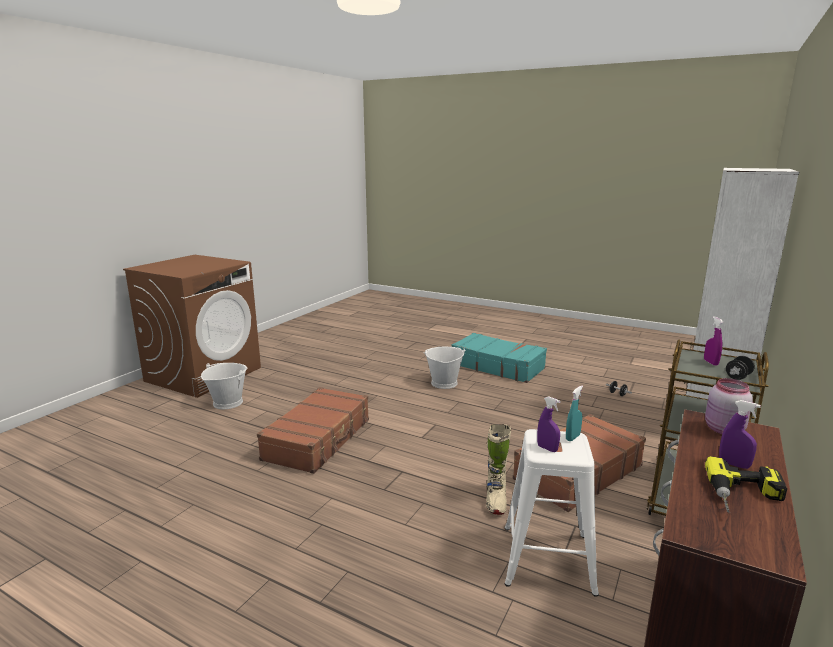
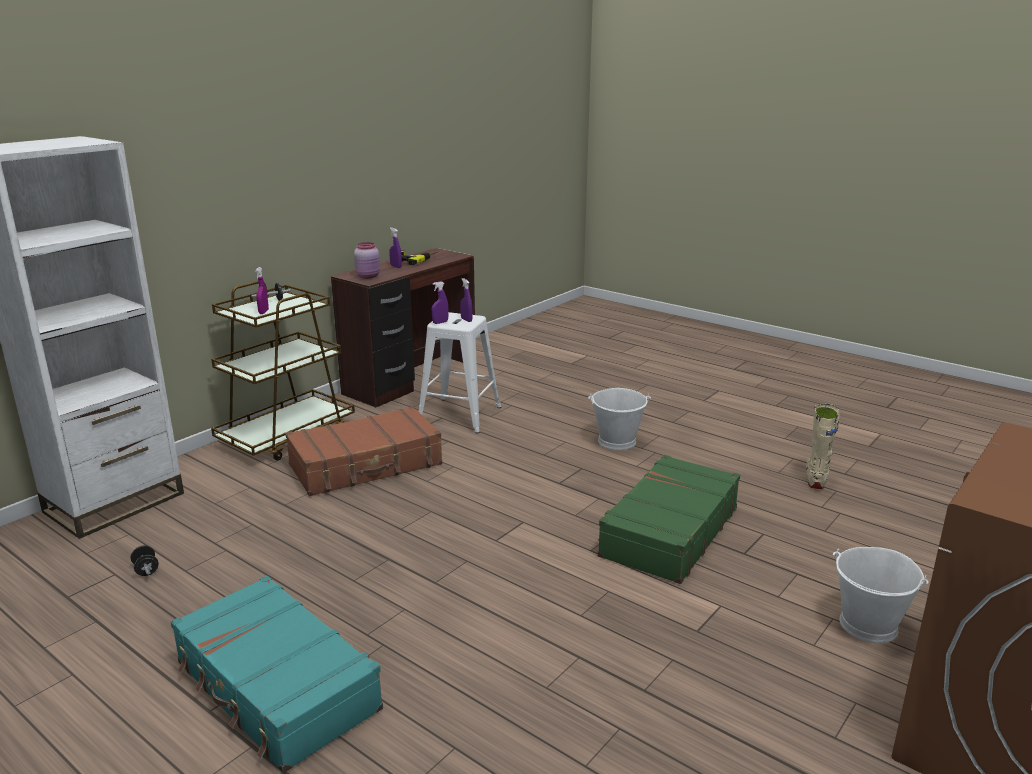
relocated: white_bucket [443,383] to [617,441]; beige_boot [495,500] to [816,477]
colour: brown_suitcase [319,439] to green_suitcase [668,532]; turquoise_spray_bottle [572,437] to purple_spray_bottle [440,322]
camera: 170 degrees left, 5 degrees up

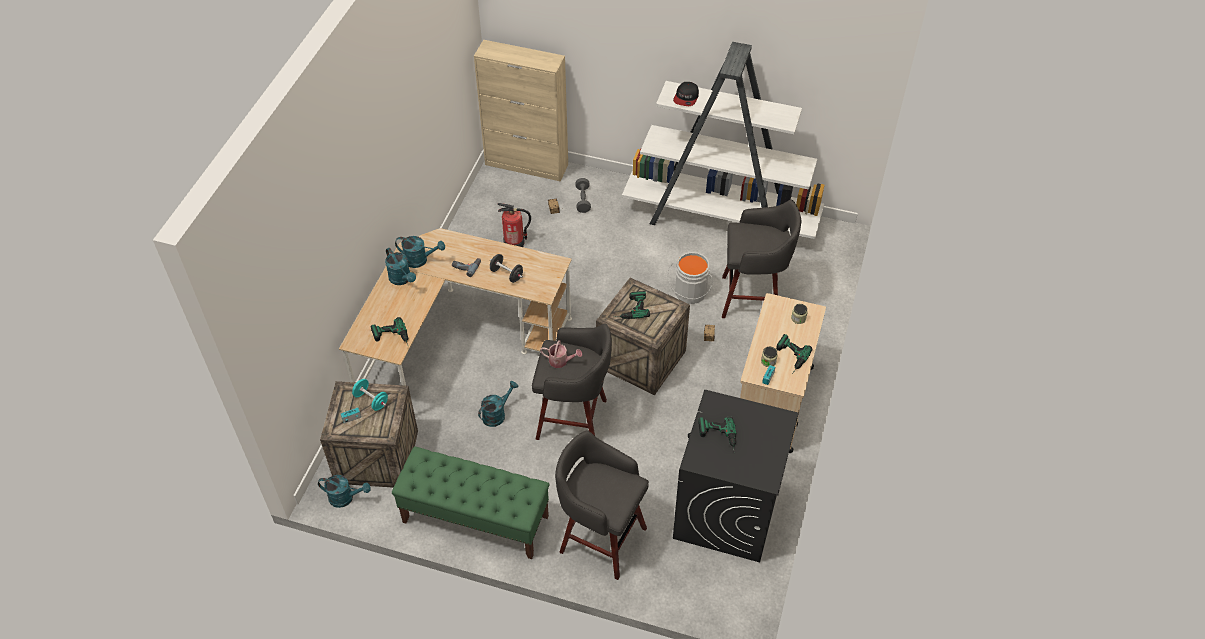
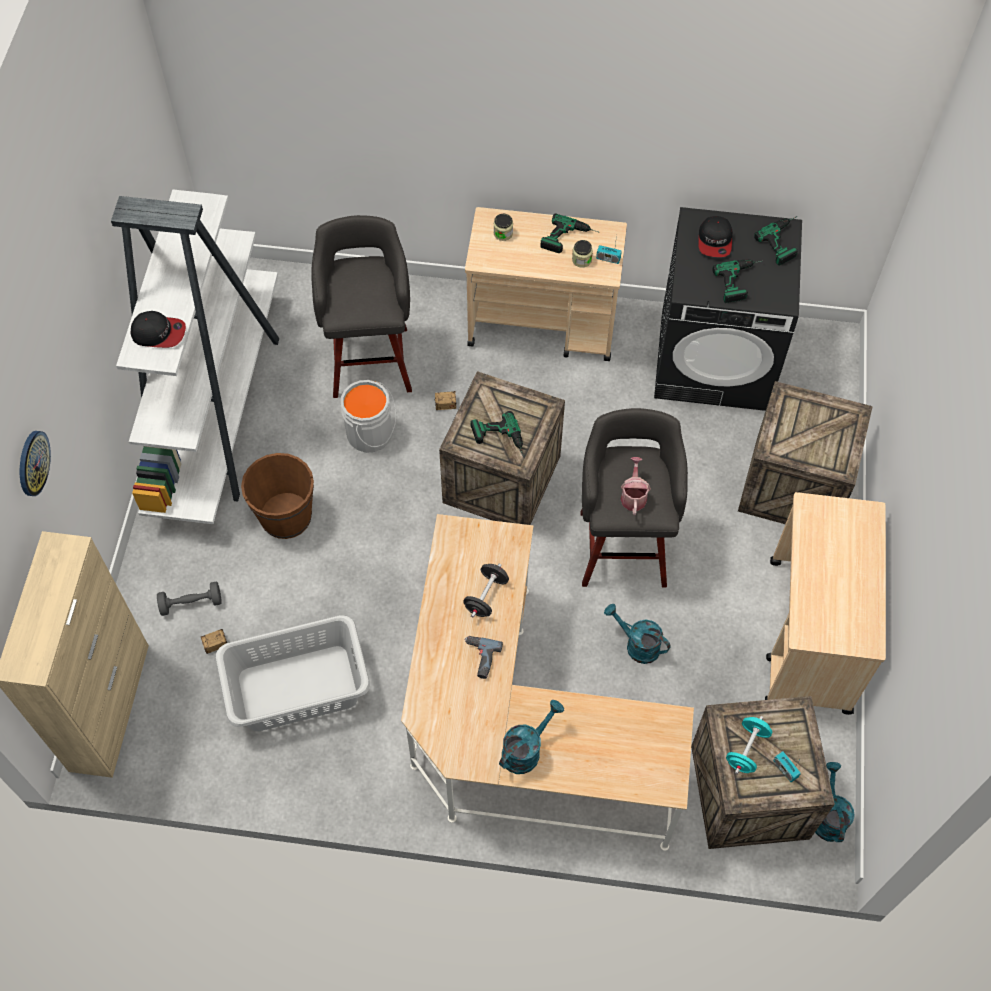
missing: turquoise_watering_can [420,260]
appeared: wall_clock [32,463]; brown_bucket [286,516]; cap [715,241]
relocated: power_drill [392,338] to [785,241]
exchanged: green_bench [475,519] to beige_cart [809,636]; fire_extinguisher [514,243] to grey_laundry_basket [299,689]; grey_stool [600,538] to crate [792,487]
camera: 100 degrees left, 10 degrees up

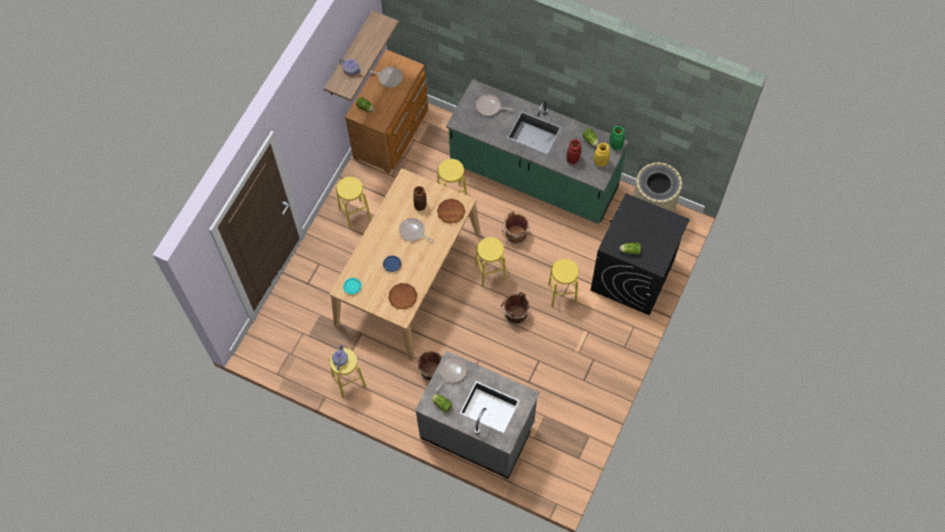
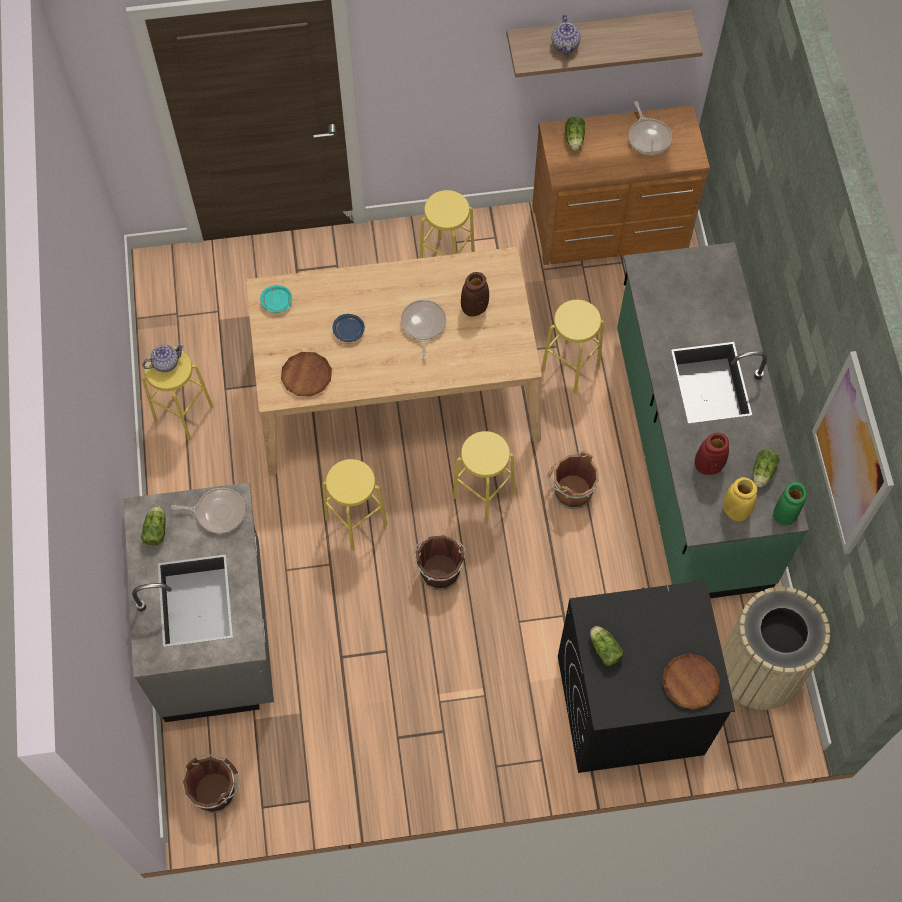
missing: frying_pan [489,107]
appeared: picture [852,455]
relocated: brown_bucket [431,370] to [216,790]; brown_plate [451,212] to [690,682]; yellow_stool [562,294] to [356,522]
camera: 55 degrees right, 0 degrees up

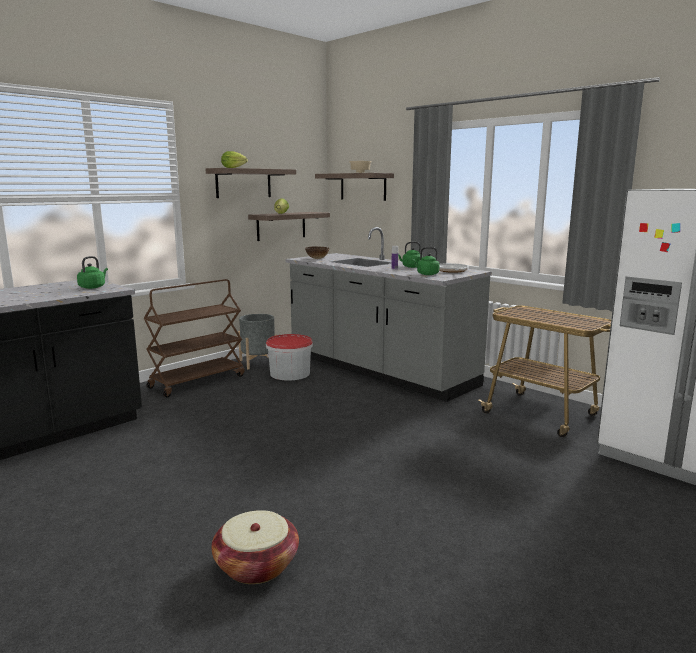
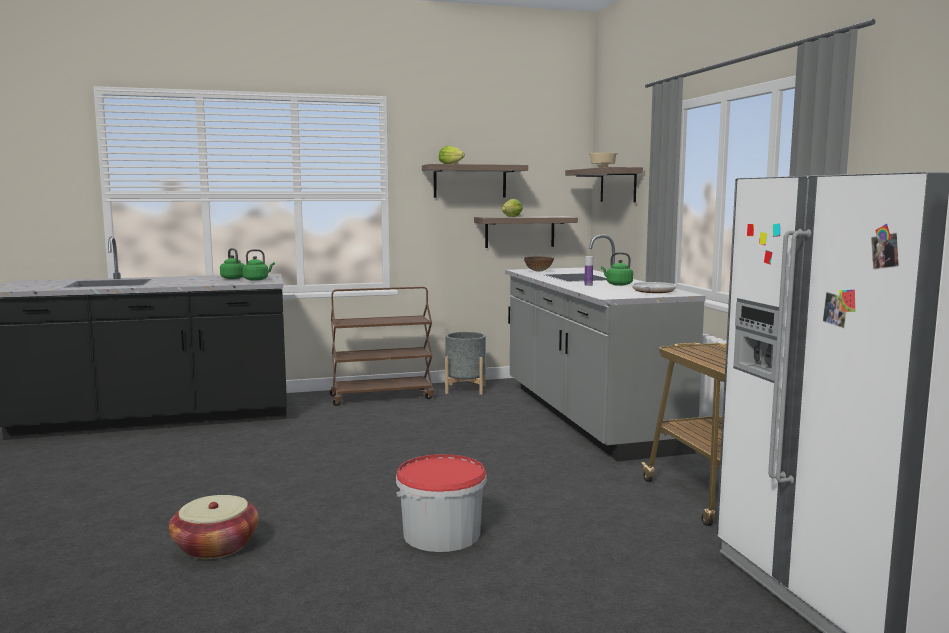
relocated: bucket [290,373] to [442,534]; green_kettle [426,274] to [232,278]
camera: 30 degrees right, 5 degrees down

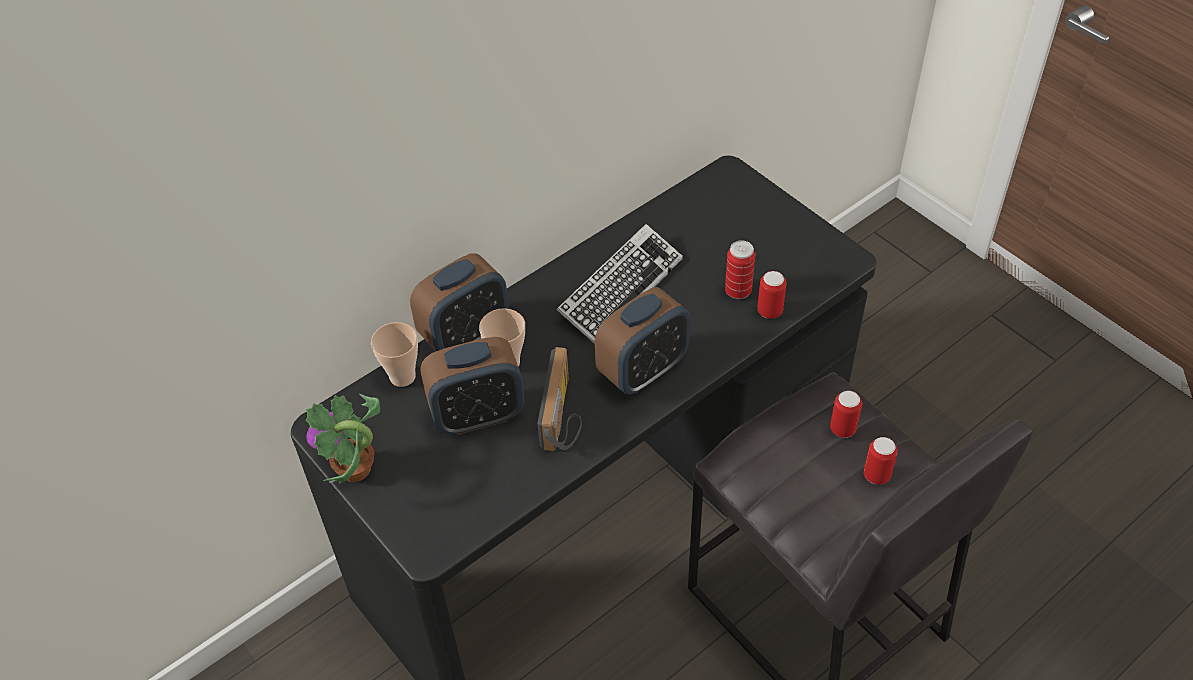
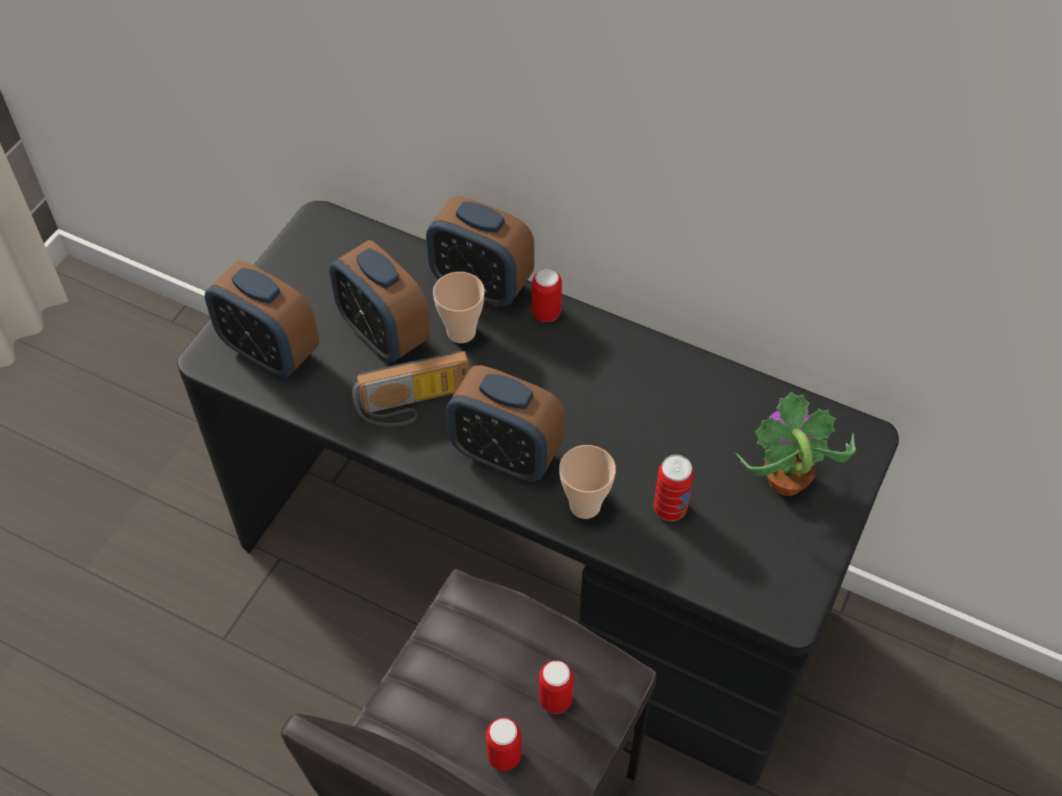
missing: keyboard [620,290]
appeared: alarm_clock [270,351]
relocated: potted_plant [355,470] to [785,481]; cup [402,376] to [585,505]; can [769,311] to [546,313]
camera: 65 degrees right, 5 degrees up

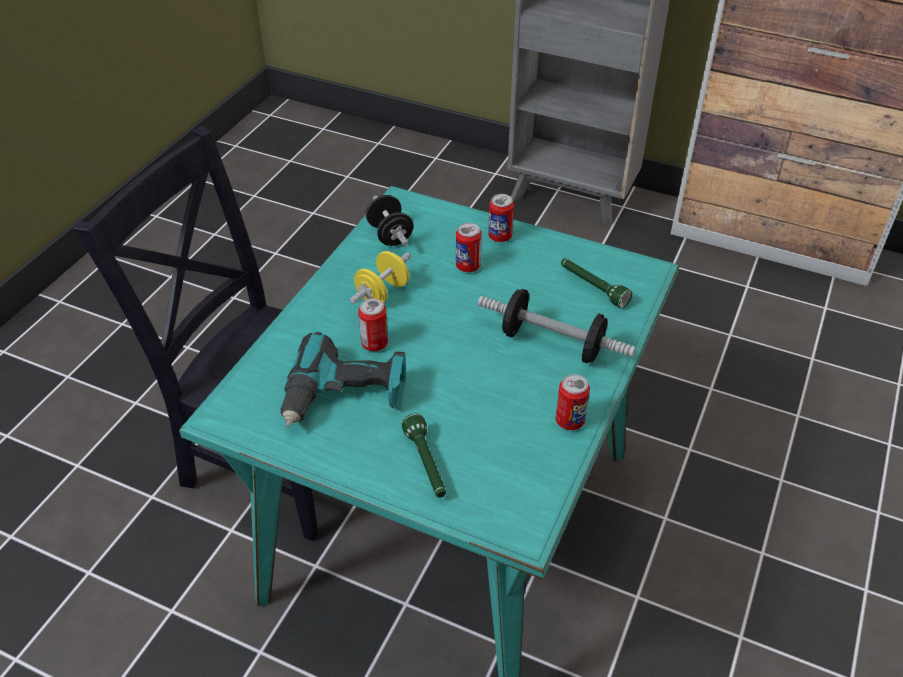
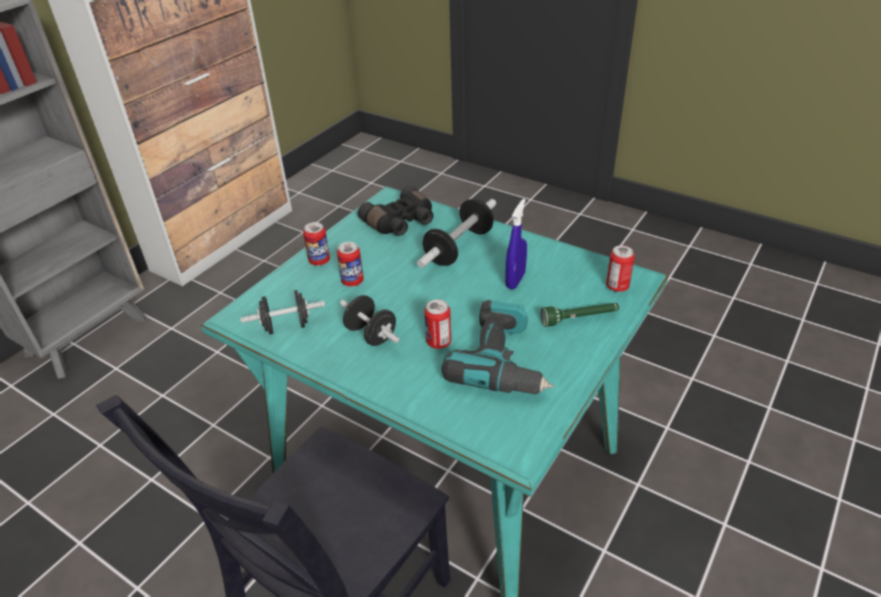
appeared: blue_spray_bottle [515,280]
relocated: can [569,421] to [617,286]
exchanged: green_flashlight [592,287] to black_binoculars [401,223]
colour: yellow_dumbbell [382,293] to black_dumbbell [371,334]
camera: 80 degrees left, 5 degrees down

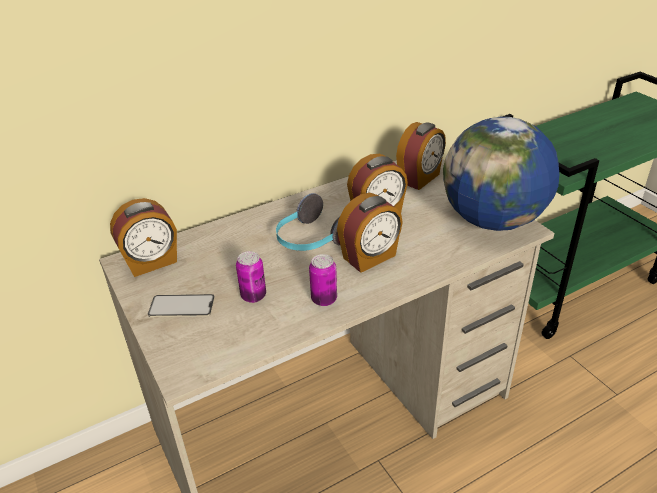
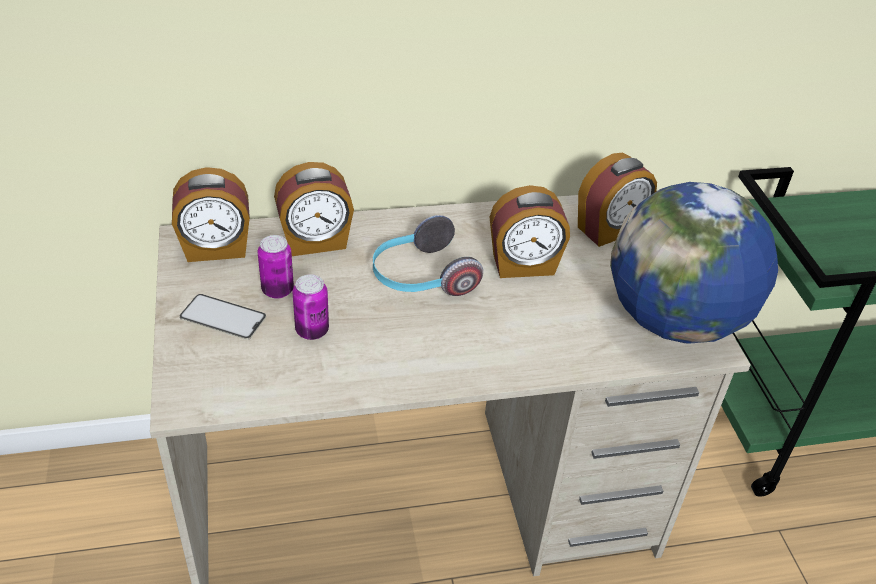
relocated: can [324,299] to [277,290]; alarm_clock [370,257] to [315,242]
camera: 15 degrees right, 5 degrees up

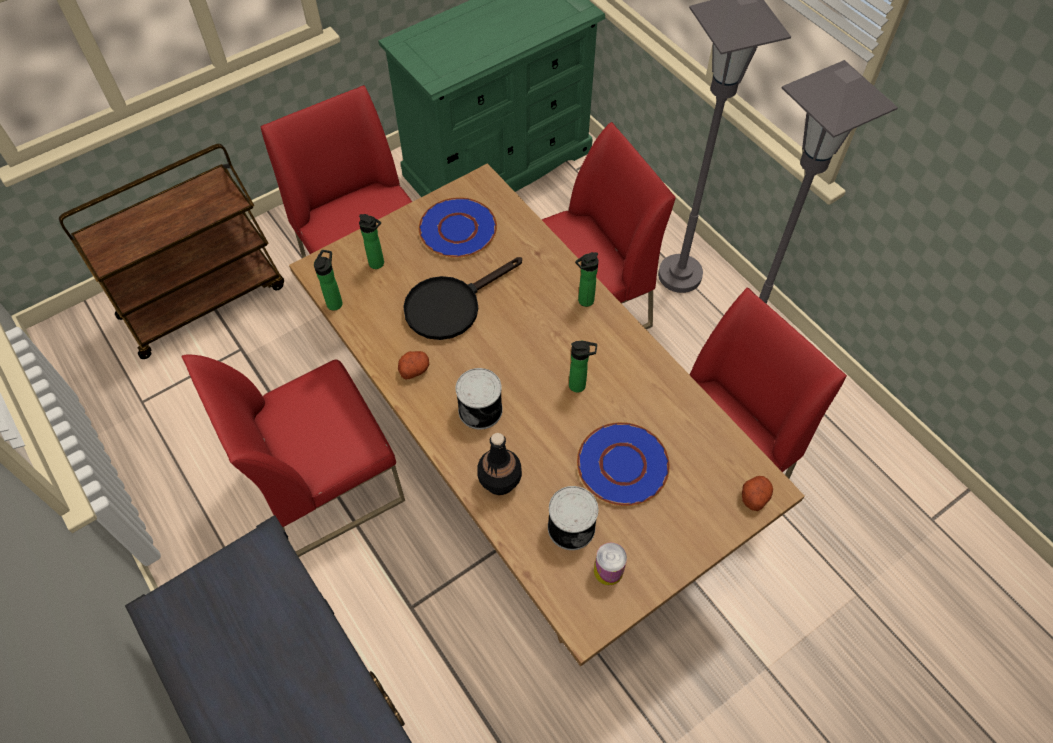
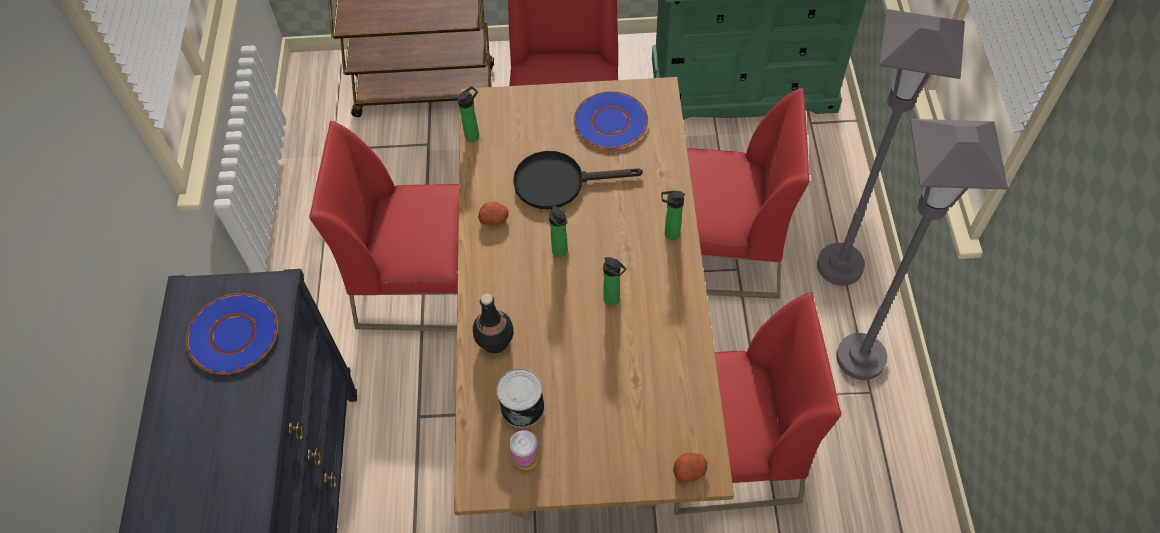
missing: can [481,409]
relocated: bottle [378,264] to [561,253]; blue_plate [623,464] to [234,334]
camera: 35 degrees right, 0 degrees up

